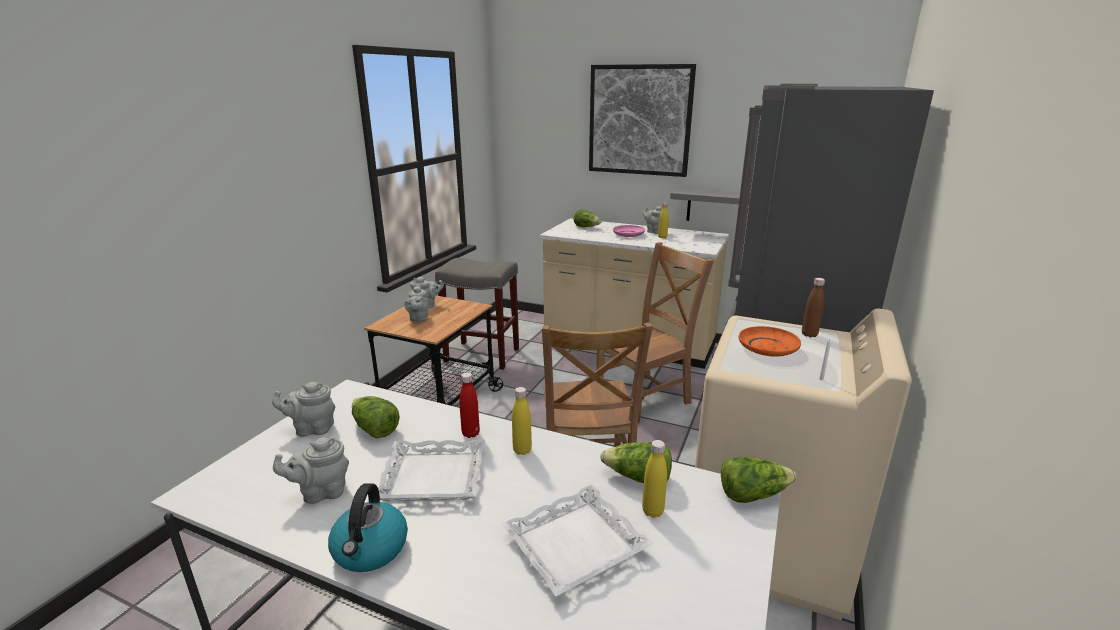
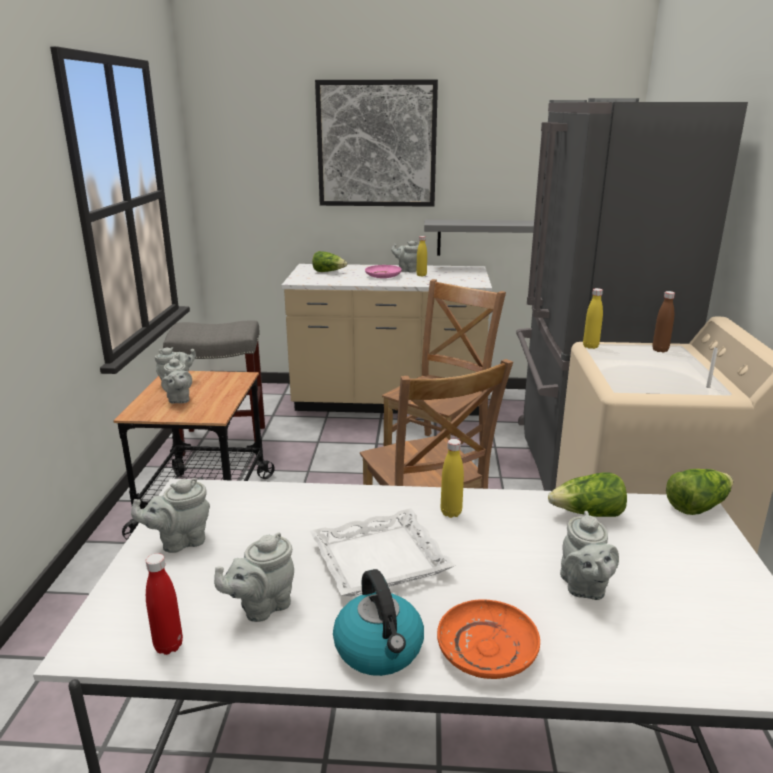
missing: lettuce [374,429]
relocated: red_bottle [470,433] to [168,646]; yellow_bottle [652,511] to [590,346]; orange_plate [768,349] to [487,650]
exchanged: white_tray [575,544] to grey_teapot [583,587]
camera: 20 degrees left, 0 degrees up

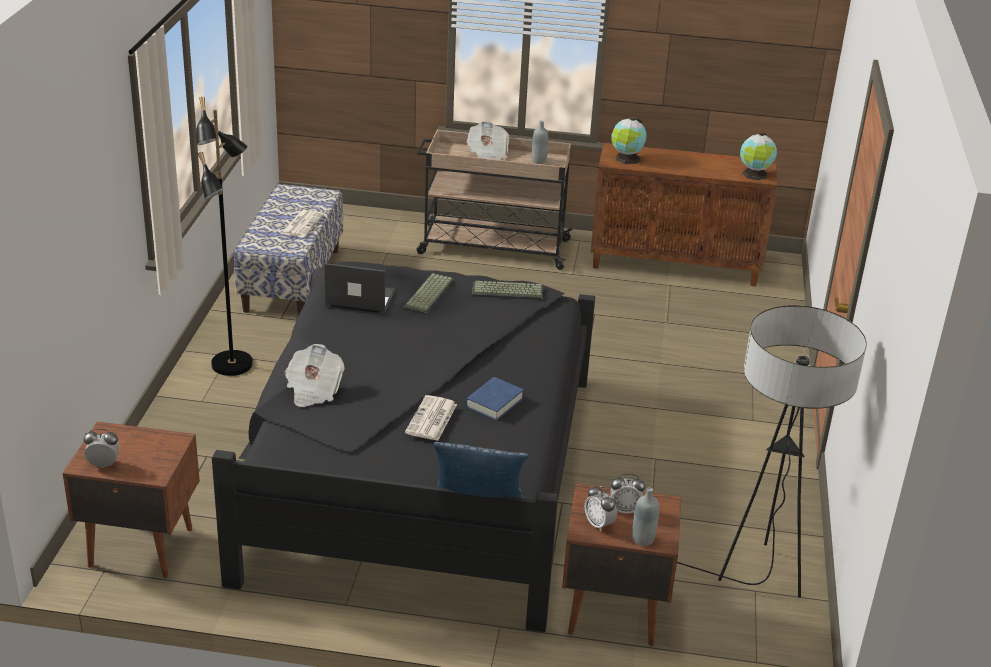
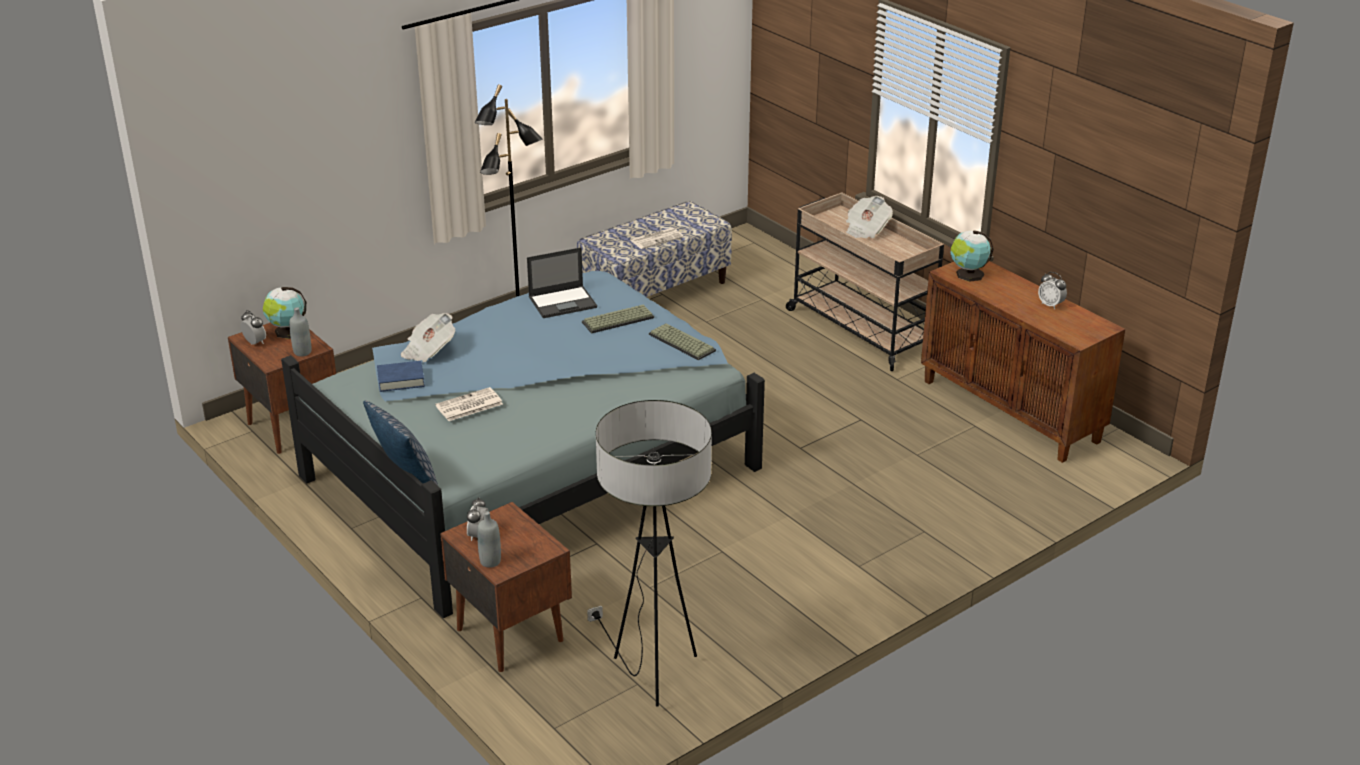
relocated: blue_book [494,402] to [401,380]; grey_bottle [539,161] to [302,352]; alarm_clock [624,510] to [1050,305]; globe [755,175] to [287,331]
colour: black_bed [412,465] to blue_bed [532,463]
spun: laptop [359,299] = [563,302] 105 degrees clockwise
camera: 45 degrees right, 0 degrees up

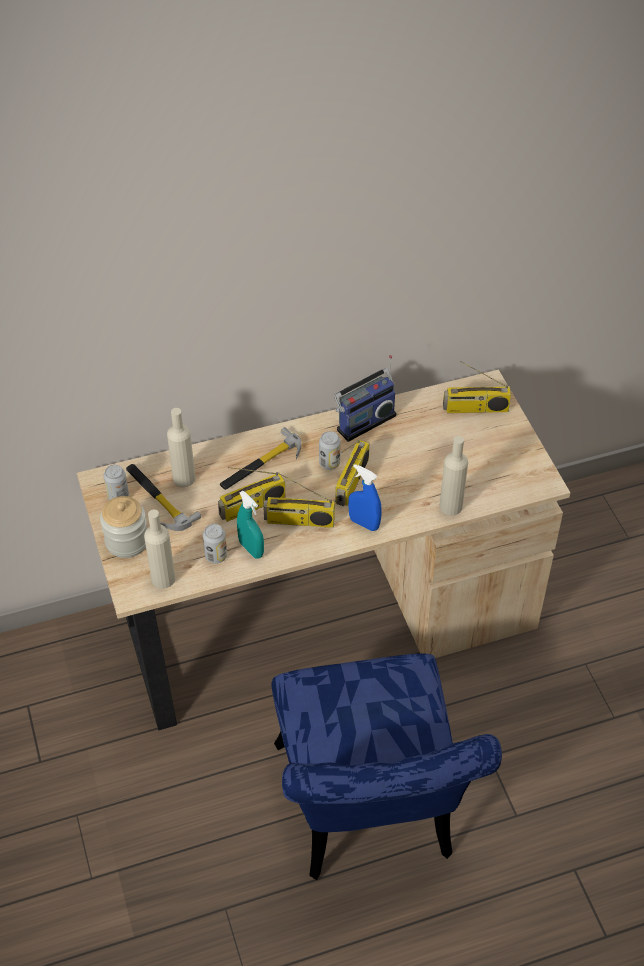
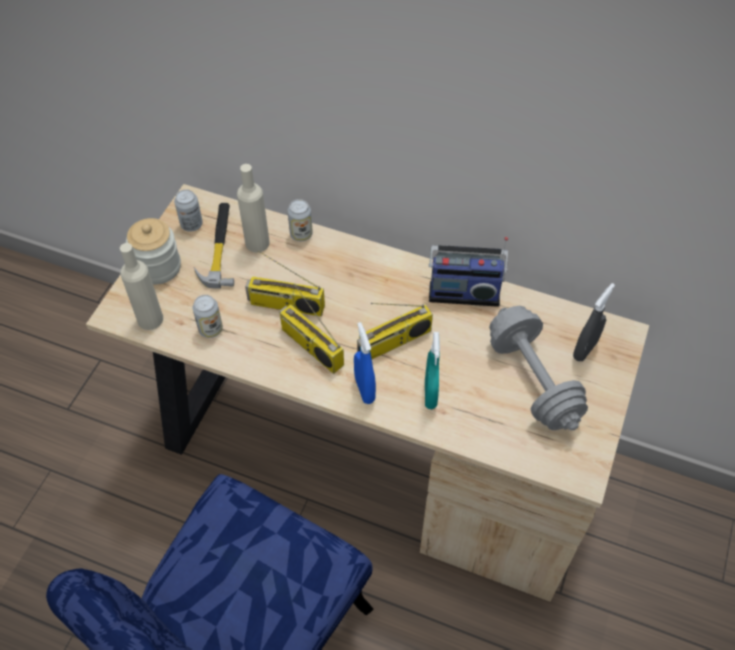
missing: hammer [261,465]; beige_bottle [450,506]
appeared: grey_dumbbell [532,381]
relocated: turquoise_spray_bottle [251,549] to [430,394]; can [329,463] to [301,234]
exchanged: radio [475,409] to grey_spray_bottle [585,349]
camera: 40 degrees right, 5 degrees up

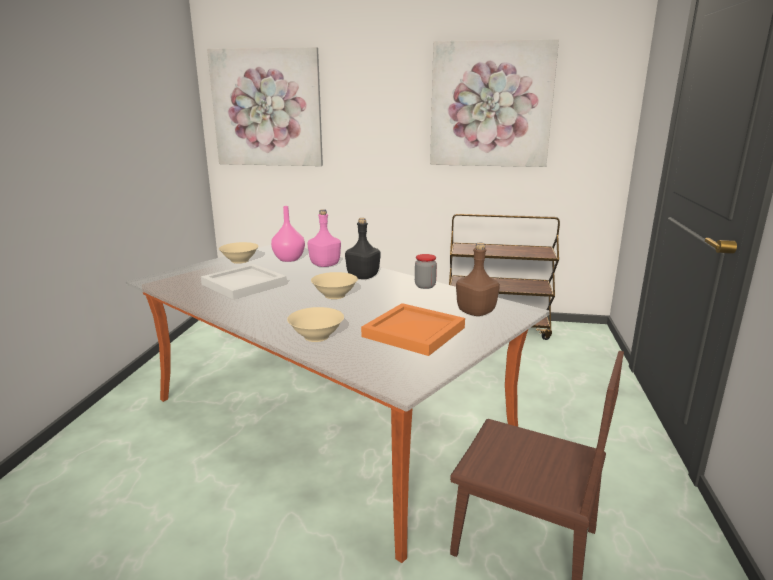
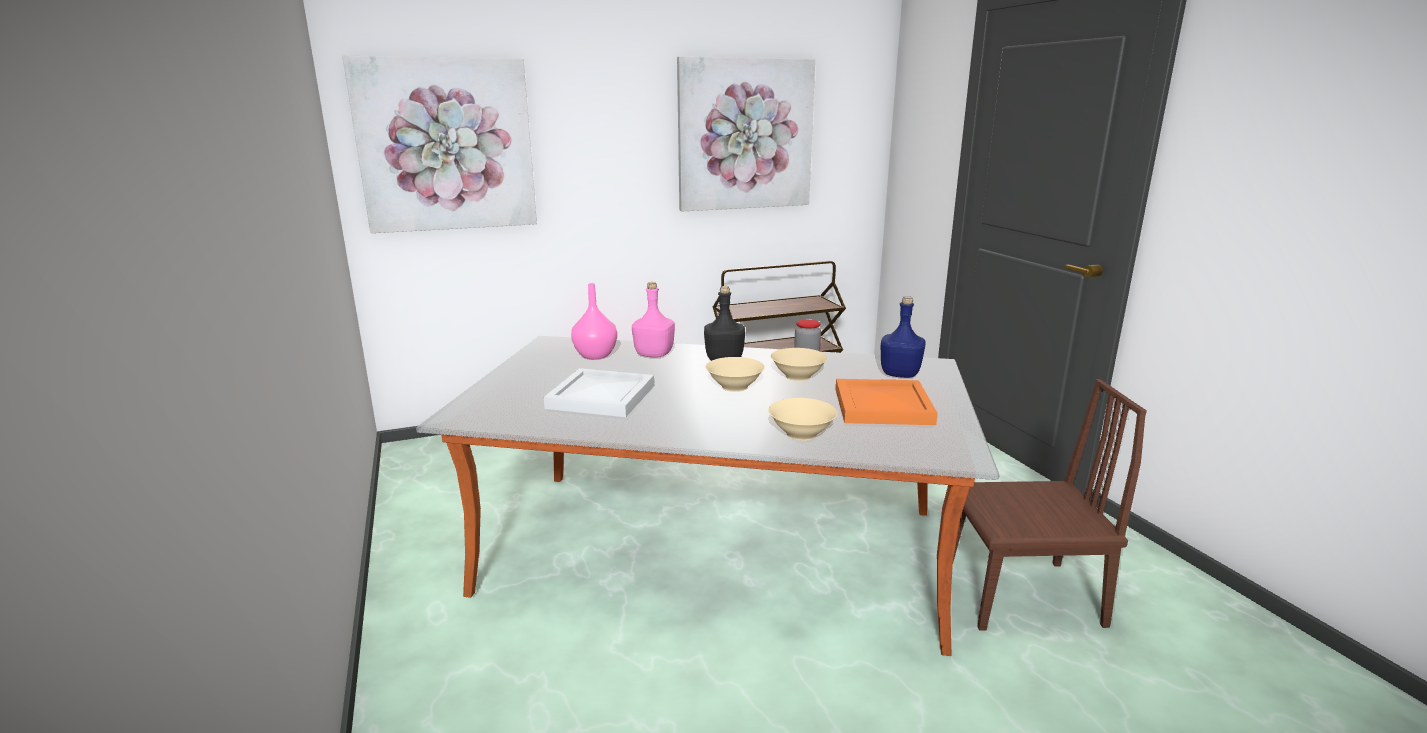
relocated: beige_bowl [240,260] to [798,376]
colour: brown_bottle [475,312] to blue_bottle [900,374]
camera: 30 degrees left, 0 degrees up

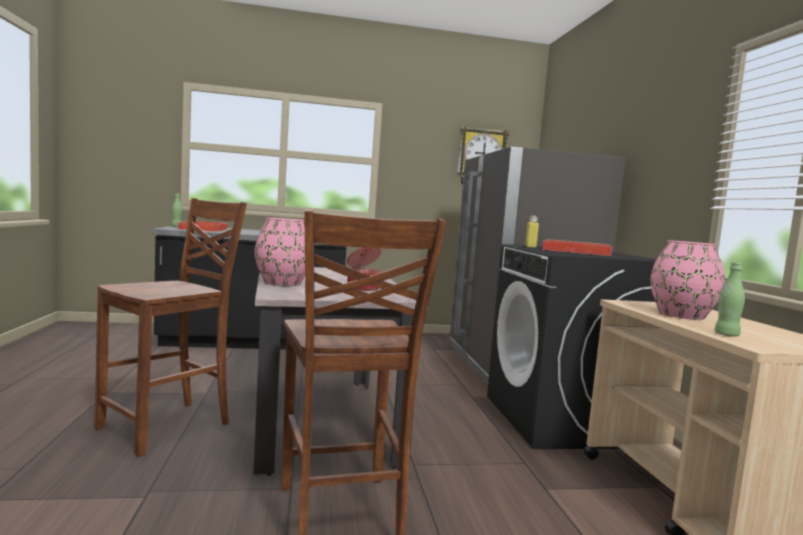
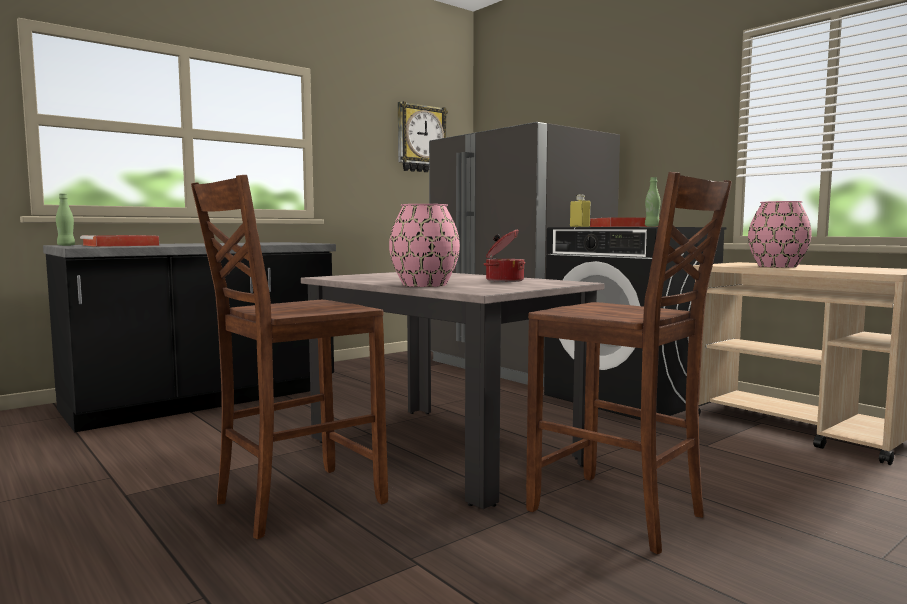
relocated: green_bottle [726,335] to [652,226]
spun: brown_chair [168,426] = [295,502] 135 degrees counterclockwise
camera: 30 degrees left, 0 degrees up

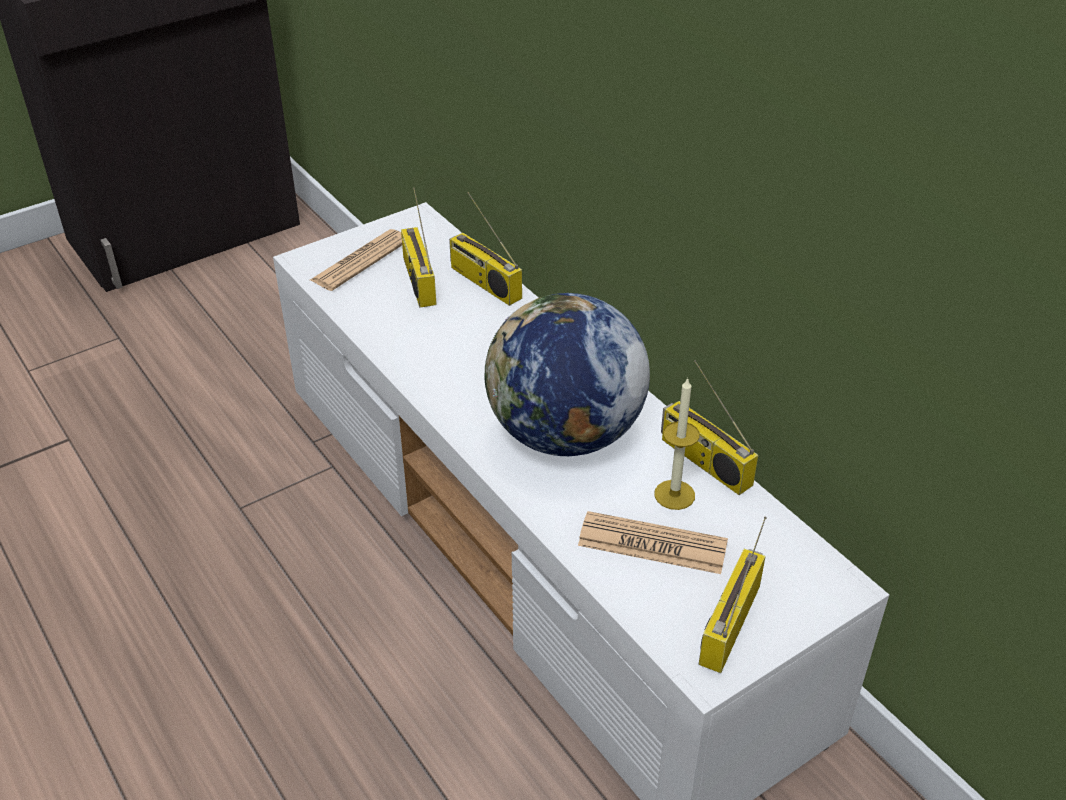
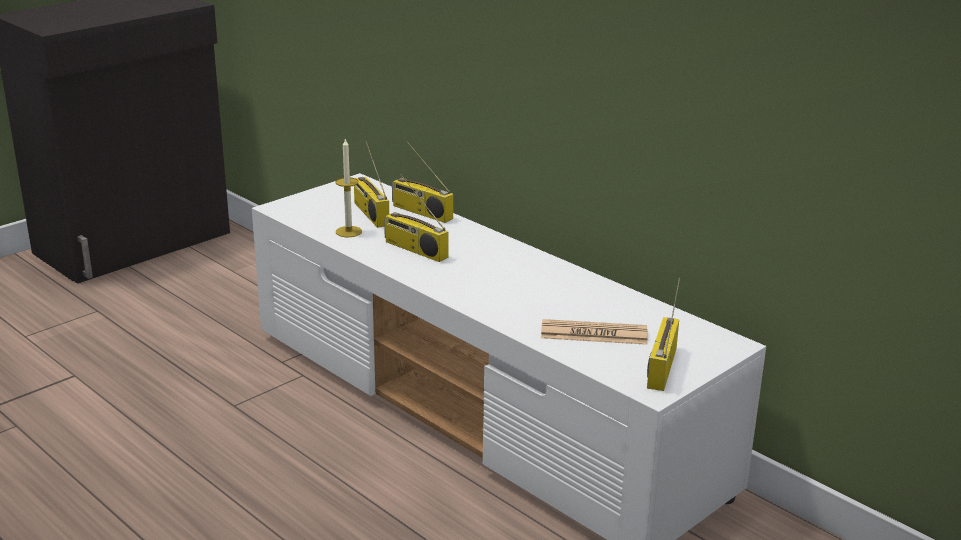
missing: newspaper [360,261]; globe [564,435]
relocated: candle [674,495] to [348,231]; radio [703,461] to [414,249]
camera: 10 degrees left, 15 degrees down

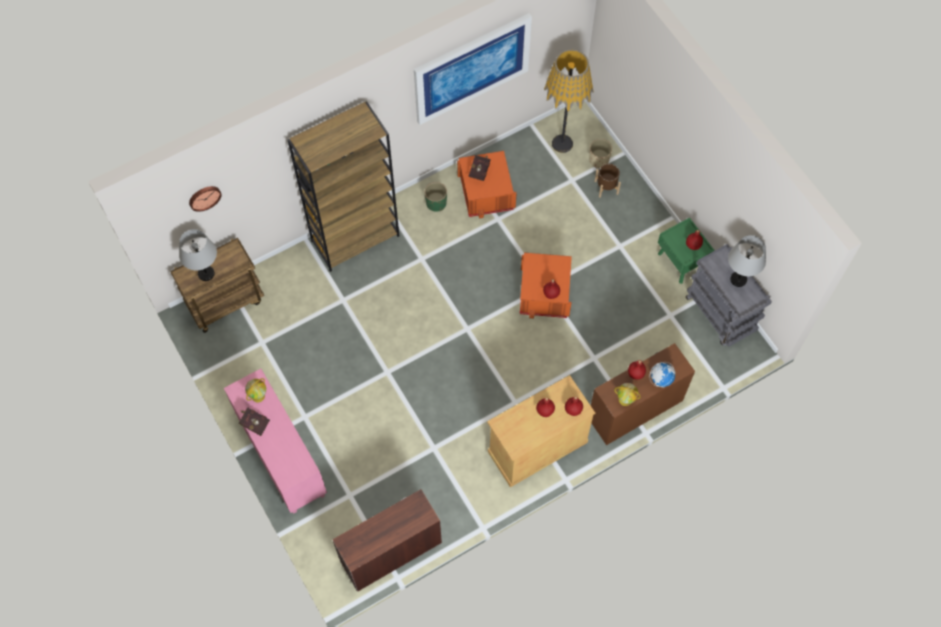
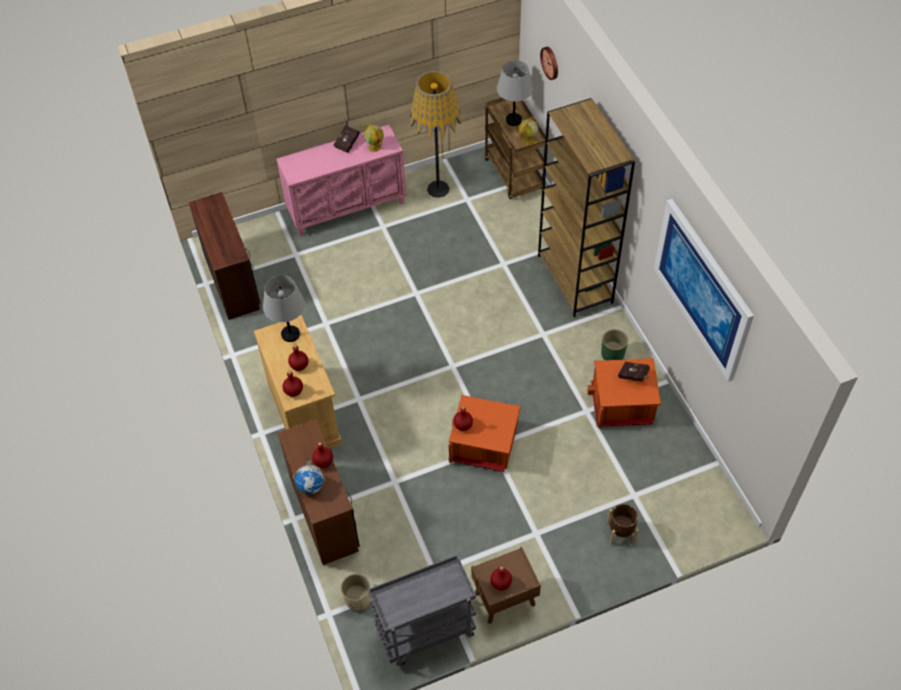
relocated: floor_lamp [562,143] to [438,189]; beige_planter [599,160] to [357,599]; globe [625,399] to [528,141]; grey_table_lamp [738,279] to [290,334]
colour: green_nightstand [681,262] to brown_nightstand [504,599]
camera: 100 degrees right, 10 degrees down

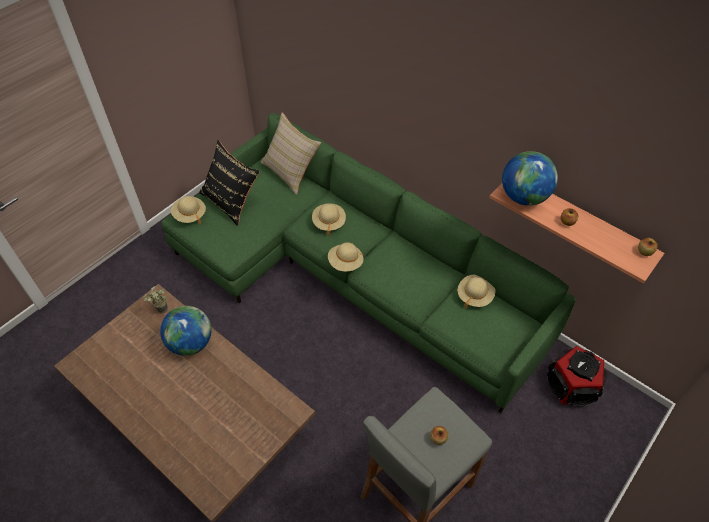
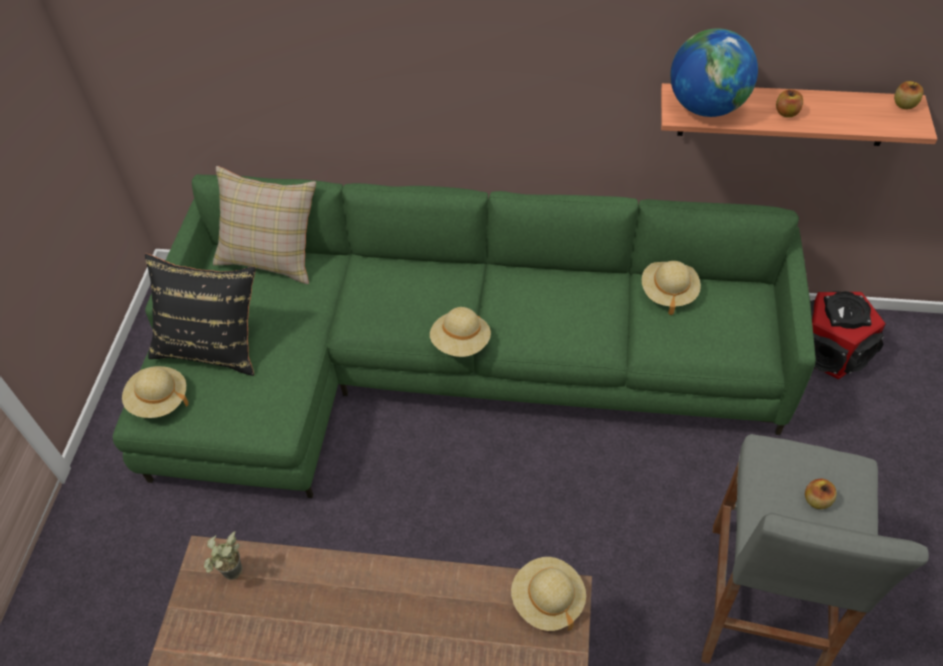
missing: globe [191,343]
relocated: beige_hat [329,222] to [547,600]
camera: 30 degrees left, 0 degrees up

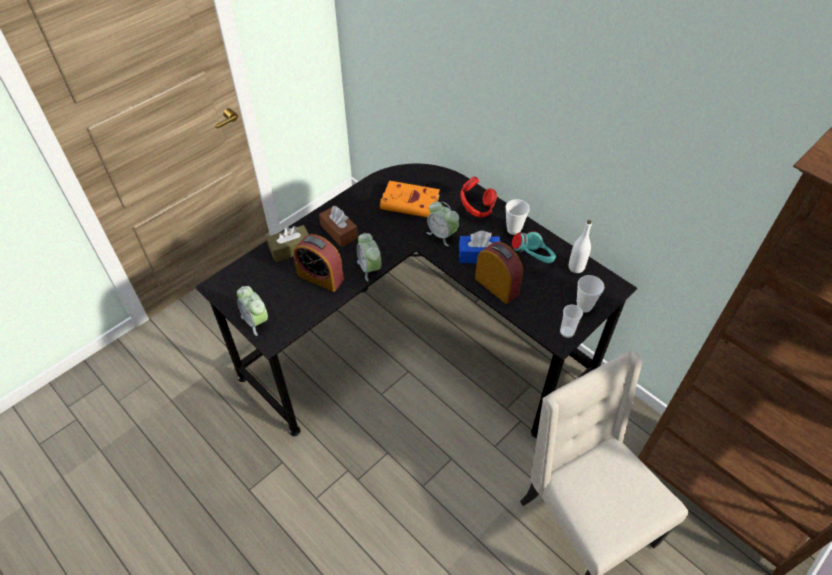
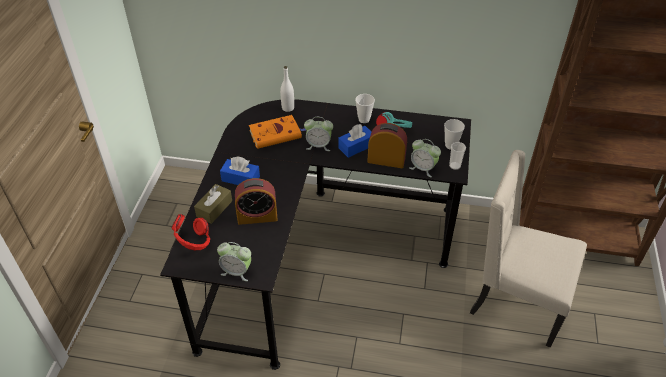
relocated: alarm_clock [369,268] to [423,168]; red_headphones [476,209] to [193,242]; white_bottle [576,267] to [288,108]
colour: brown_tissue_box [339,232] to blue_tissue_box [240,179]
camera: 35 degrees left, 5 degrees down

